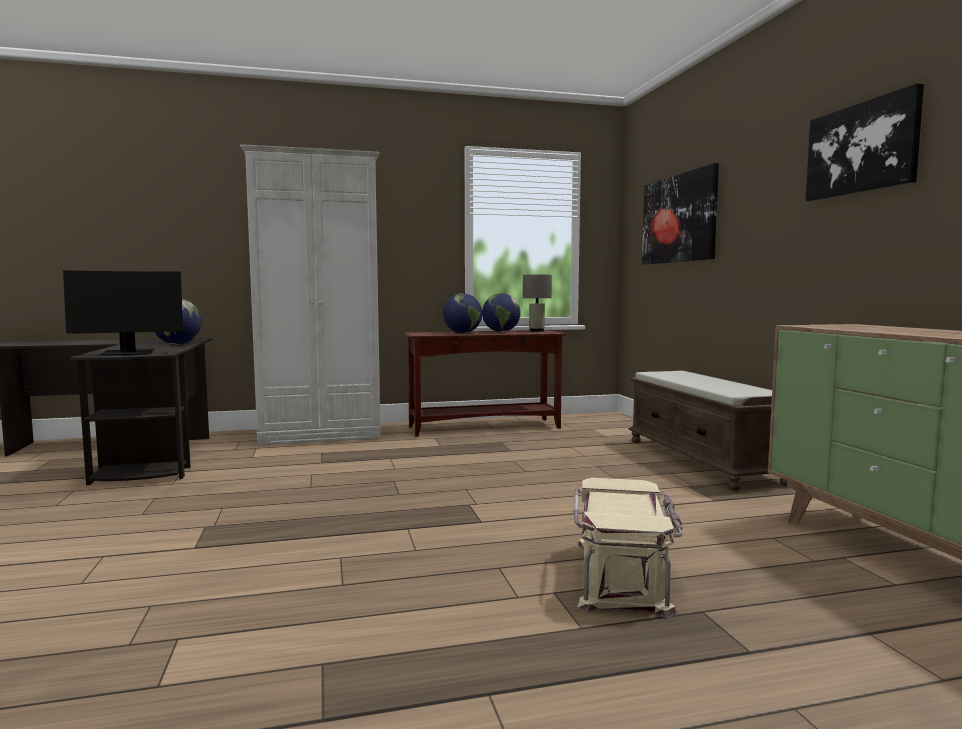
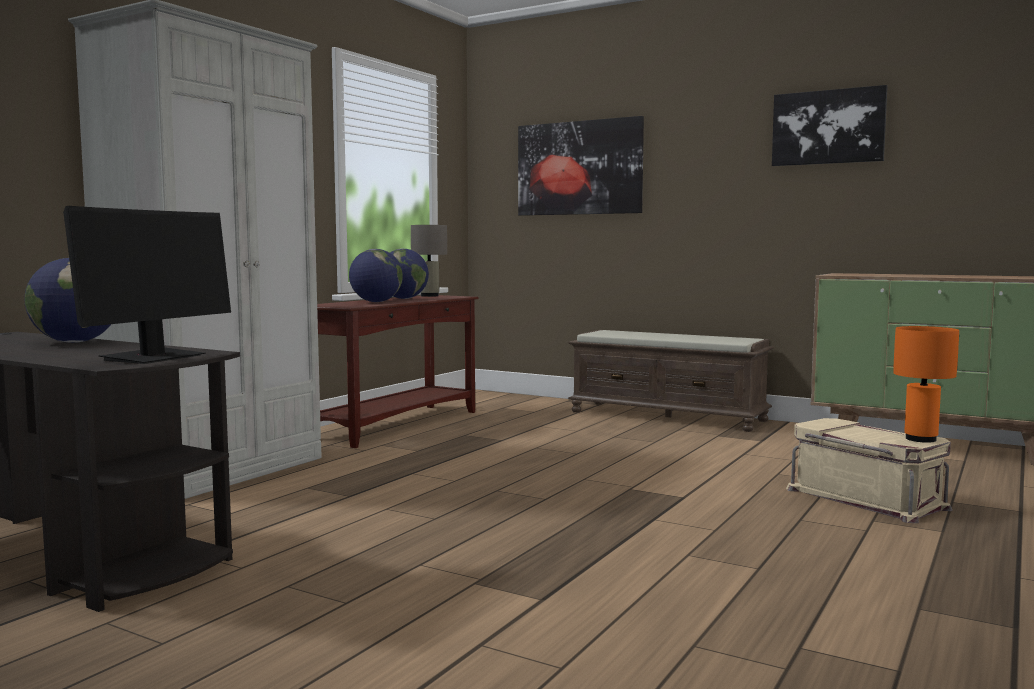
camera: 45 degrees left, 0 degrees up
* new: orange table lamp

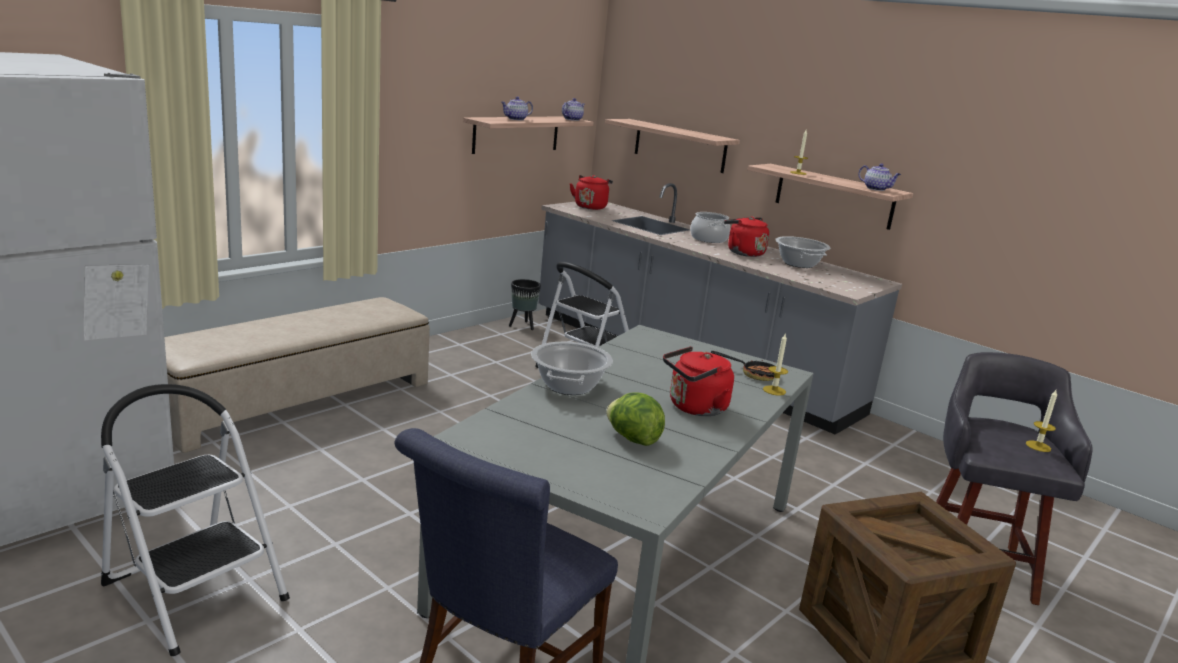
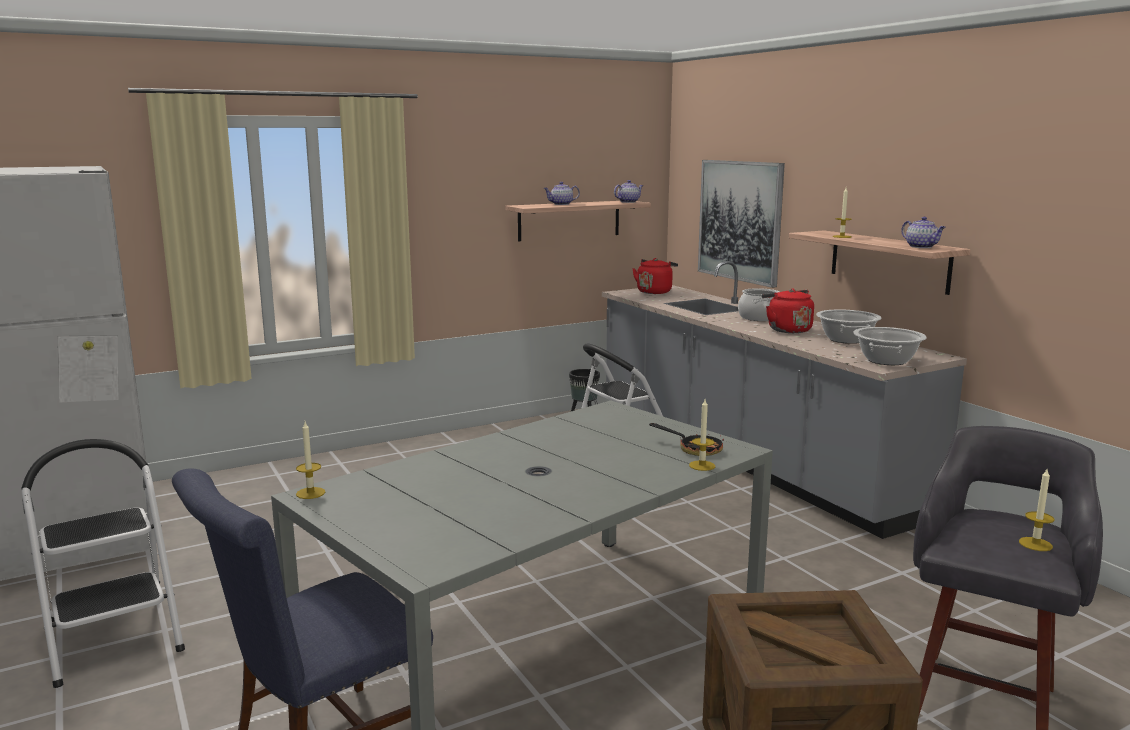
camera: 20 degrees right, 5 degrees down
* gone: beige bench
* gone: lettuce
* gone: red kettle (no. 2 from left)
* new: candle (no. 1 from left)
* shifted: cooking pot (no. 1 from left in the first image) to cooking pot (no. 3 from left)
* swapped: shelf (no. 2 from left) to picture

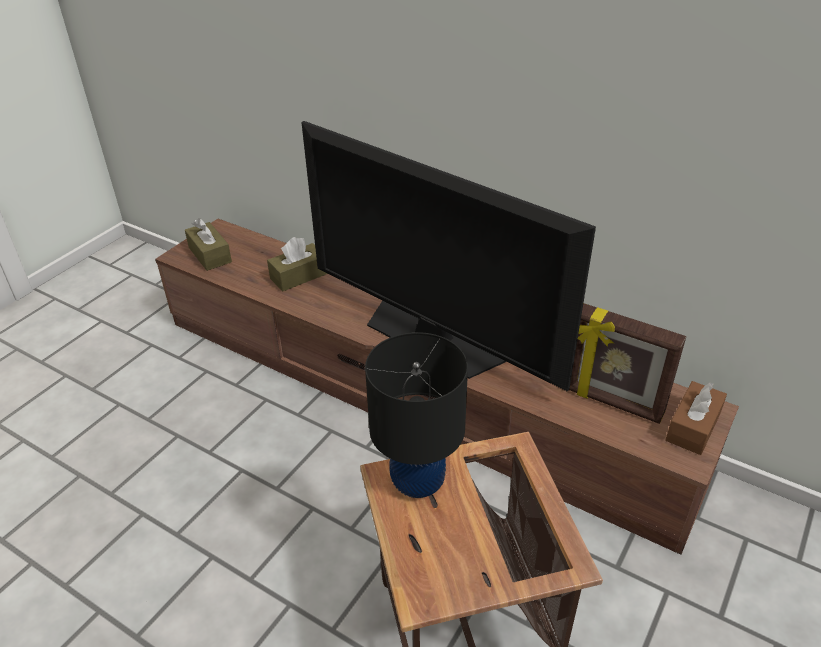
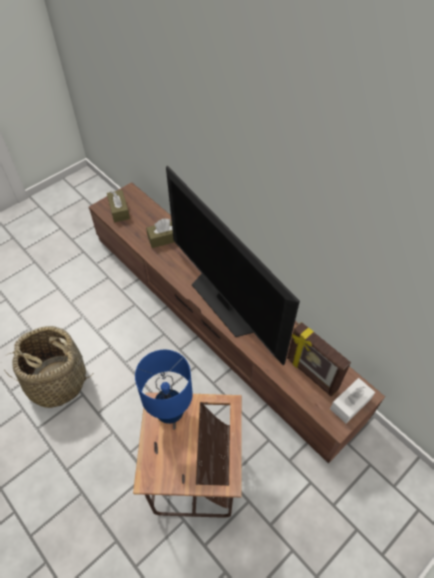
camera: 15 degrees right, 15 degrees up
* new: basket
* repainted: black table lamp to blue table lamp
* repainted: brown tissue box (no. 3 from left) to white tissue box

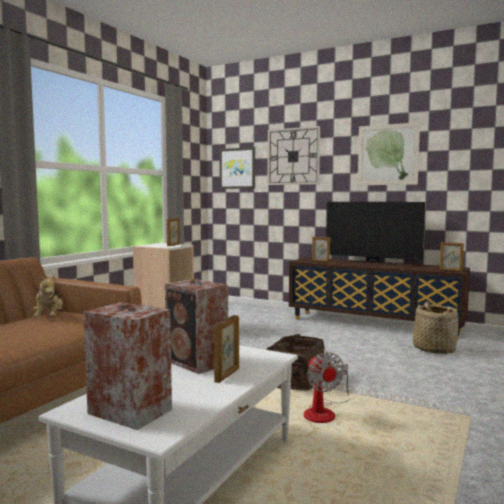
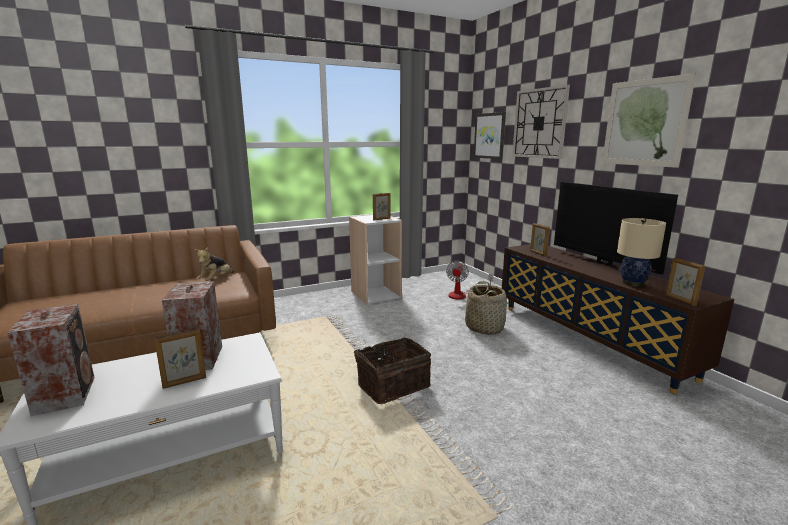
camera: 35 degrees right, 10 degrees up
* new: beige table lamp
* shifted: fan
* shifted: basket (no. 2 from left)

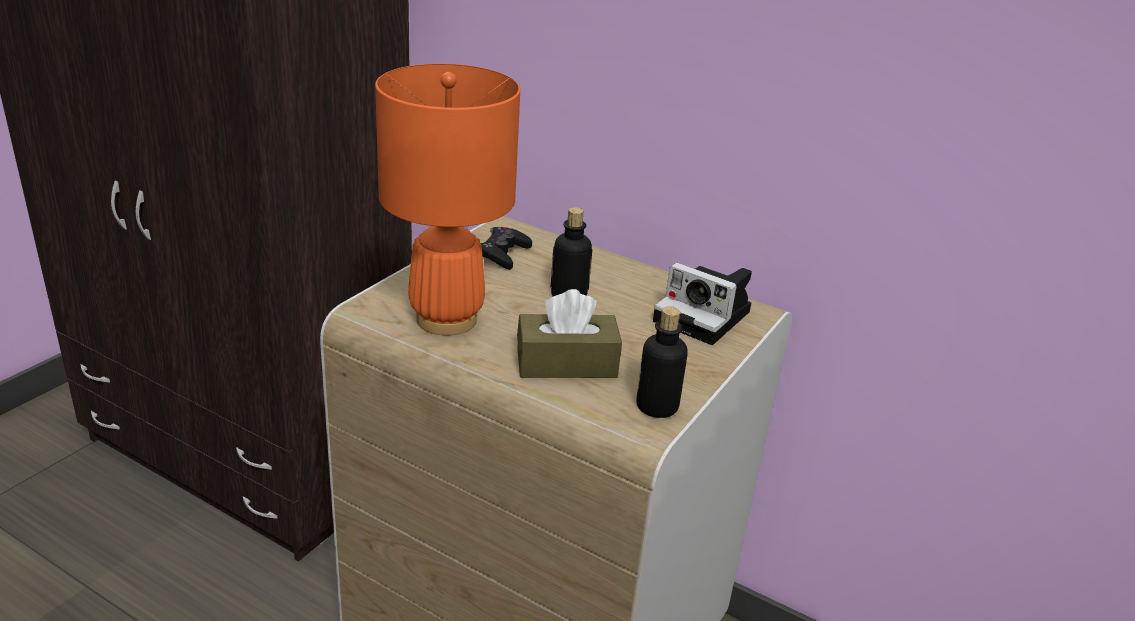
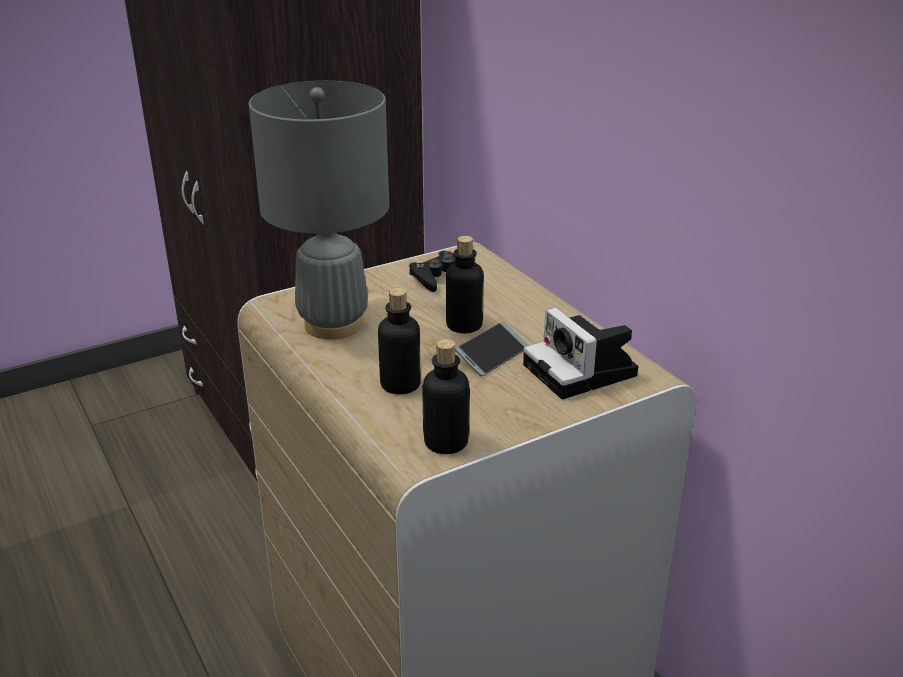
camera: 30 degrees right, 0 degrees up
* new: phone
* swapped: brown tissue box to bottle (no. 1 from left)
* repainted: orange table lamp to grey table lamp

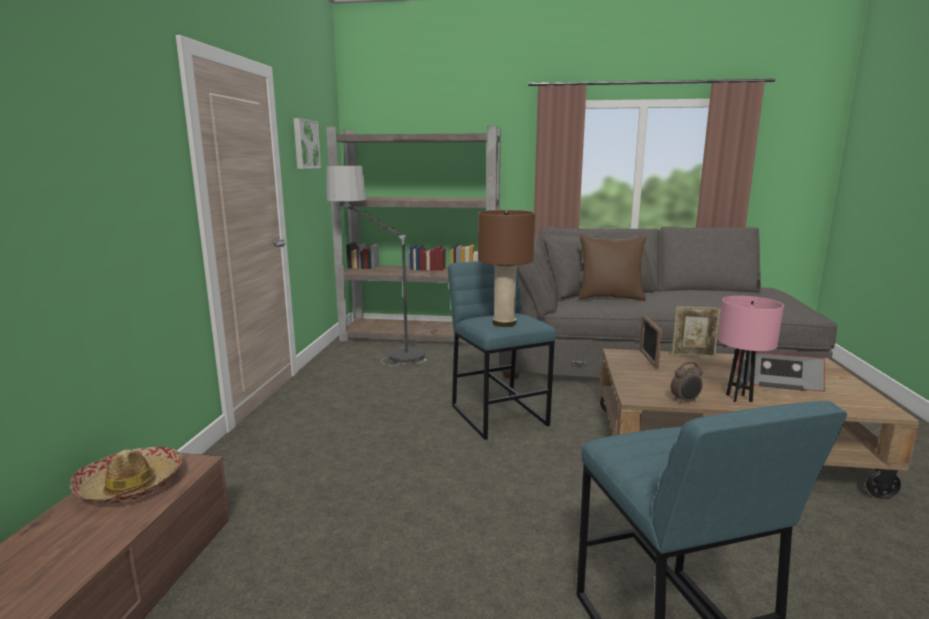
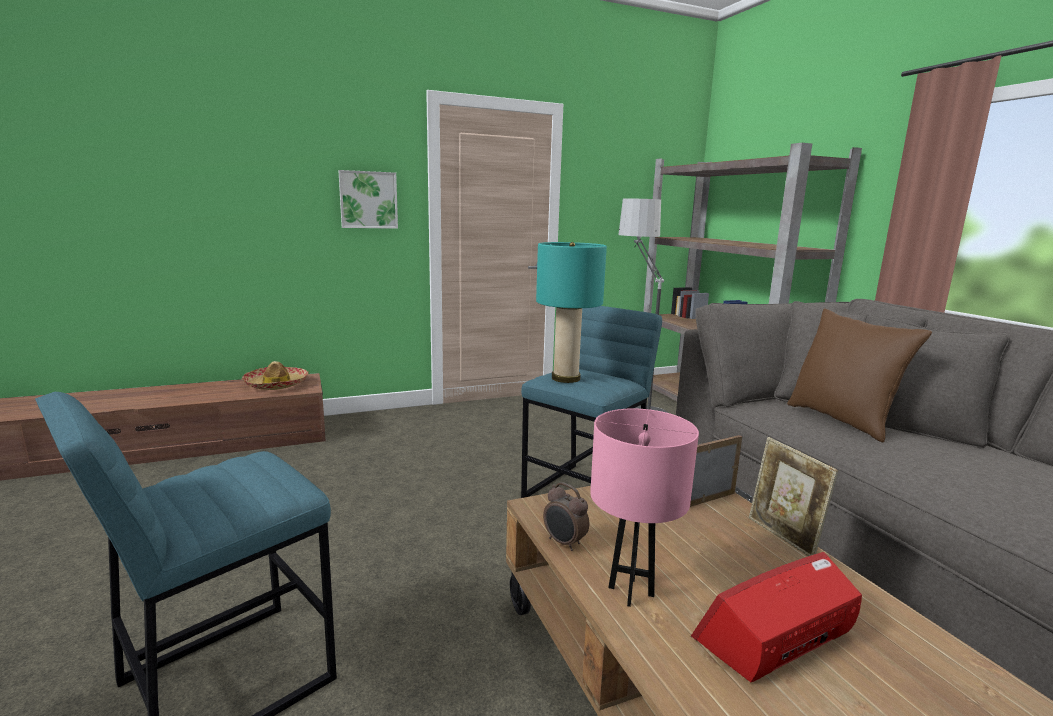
camera: 60 degrees right, 0 degrees up
* shifted: picture
* repainted: brown table lamp to turquoise table lamp
* rotated: radio 75 degrees clockwise

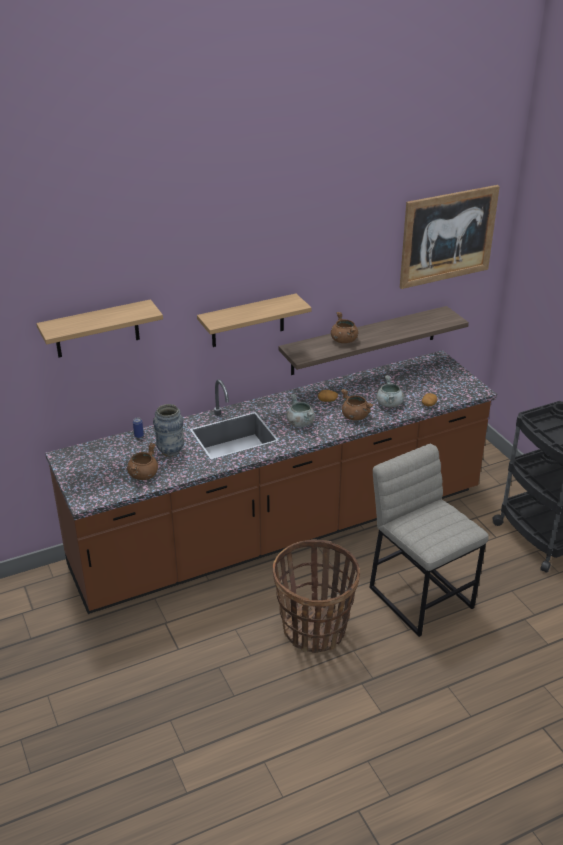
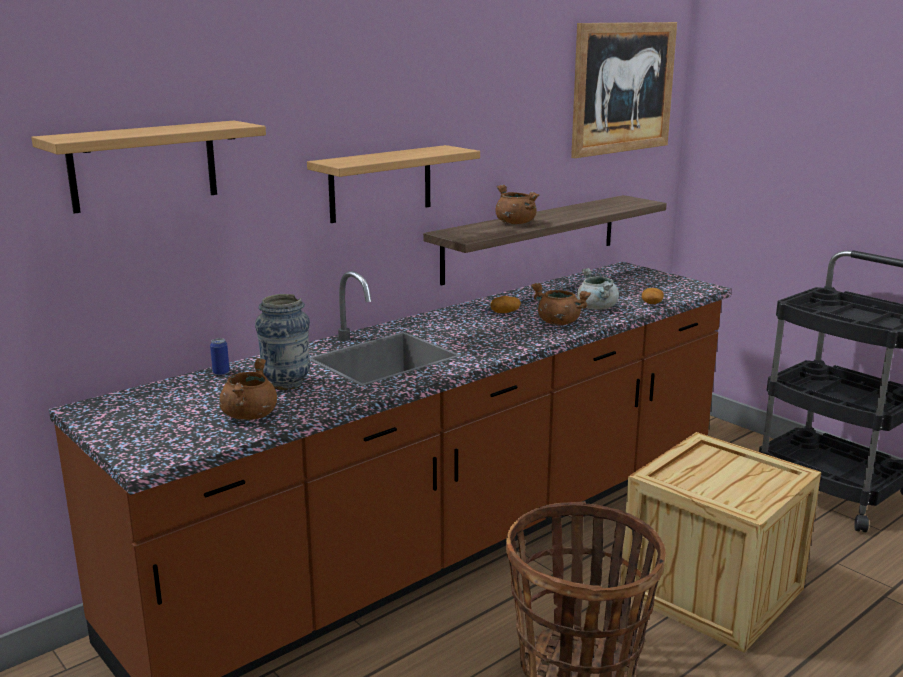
camera: 15 degrees left, 15 degrees down
* gone: grey cooking pot (no. 1 from left)
* swapped: grey chair to crate

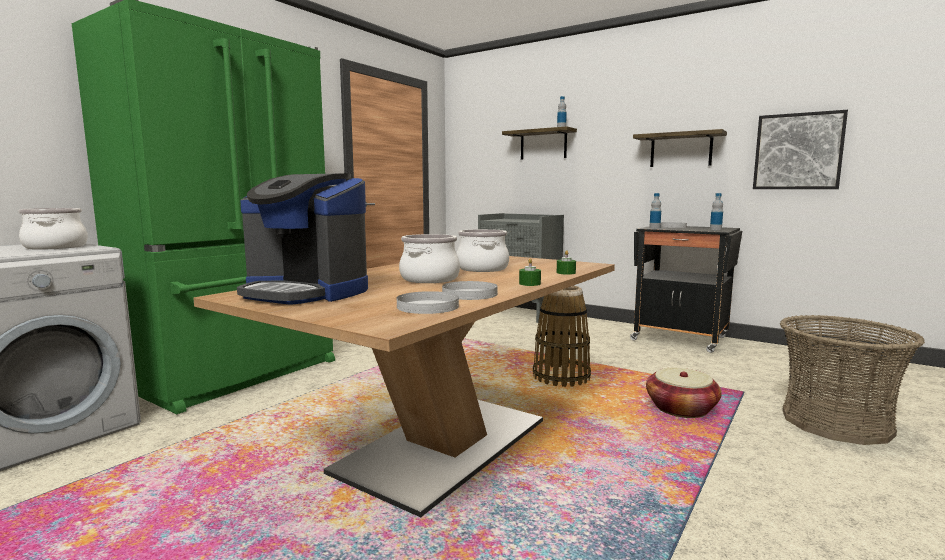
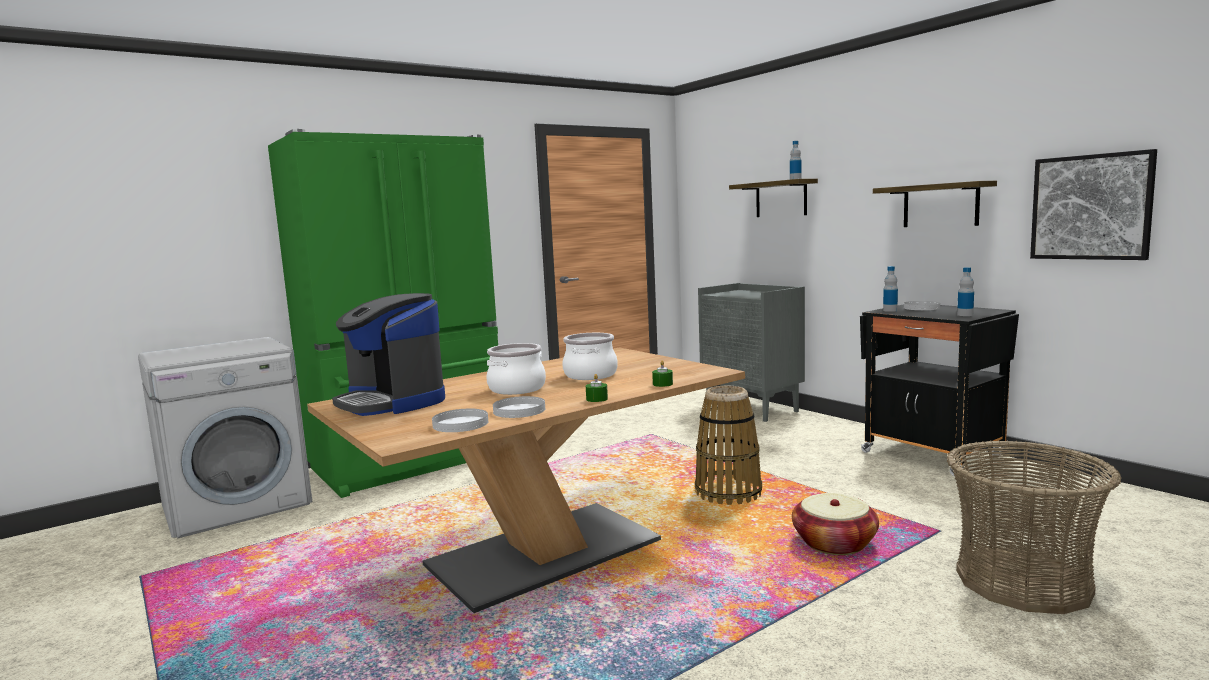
camera: 20 degrees right, 0 degrees up
* gone: cooking pot (no. 1 from left)

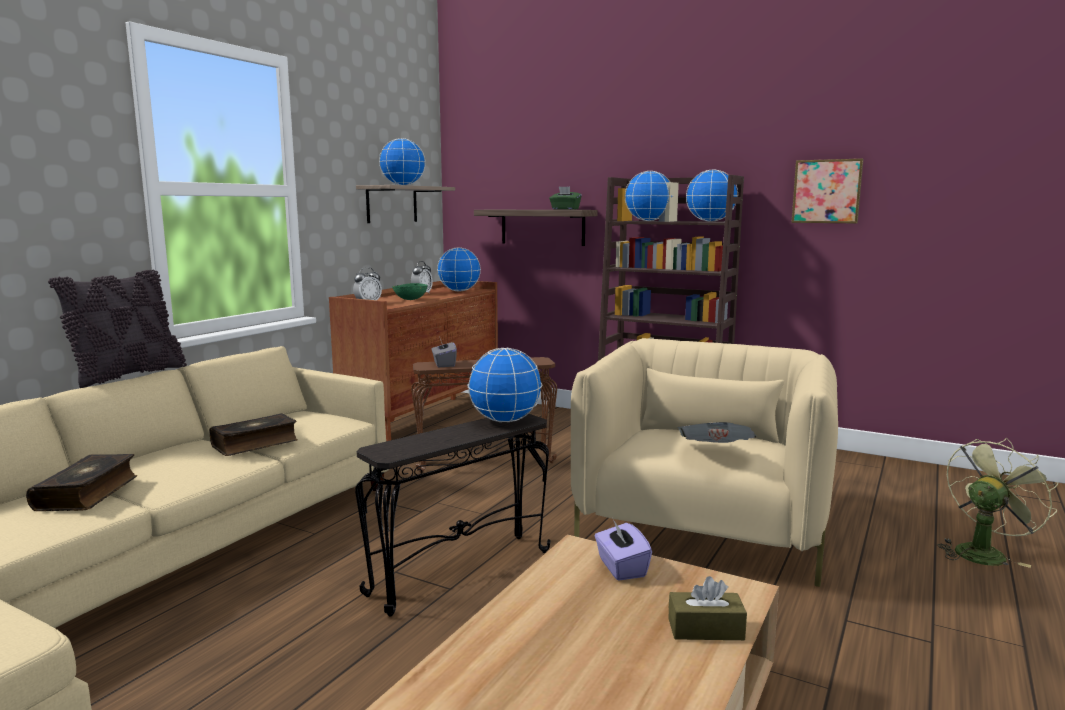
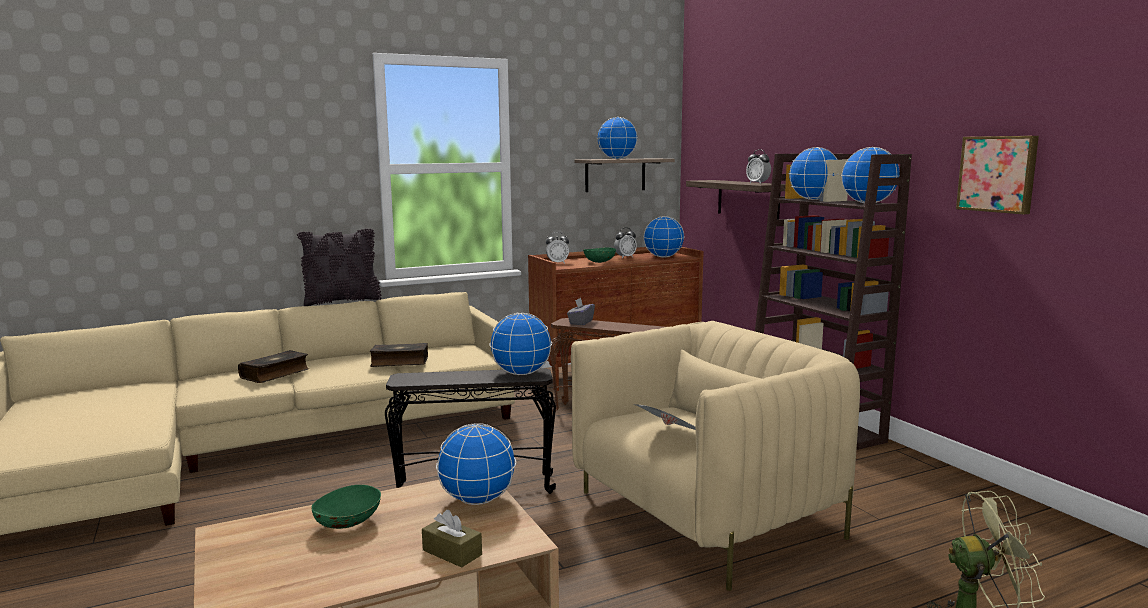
camera: 35 degrees right, 0 degrees up
* new: green bowl (no. 1 from left)
* swapped: green tissue box to alarm clock (no. 3 from left)
* swapped: purple tissue box to globe (no. 1 from left)

